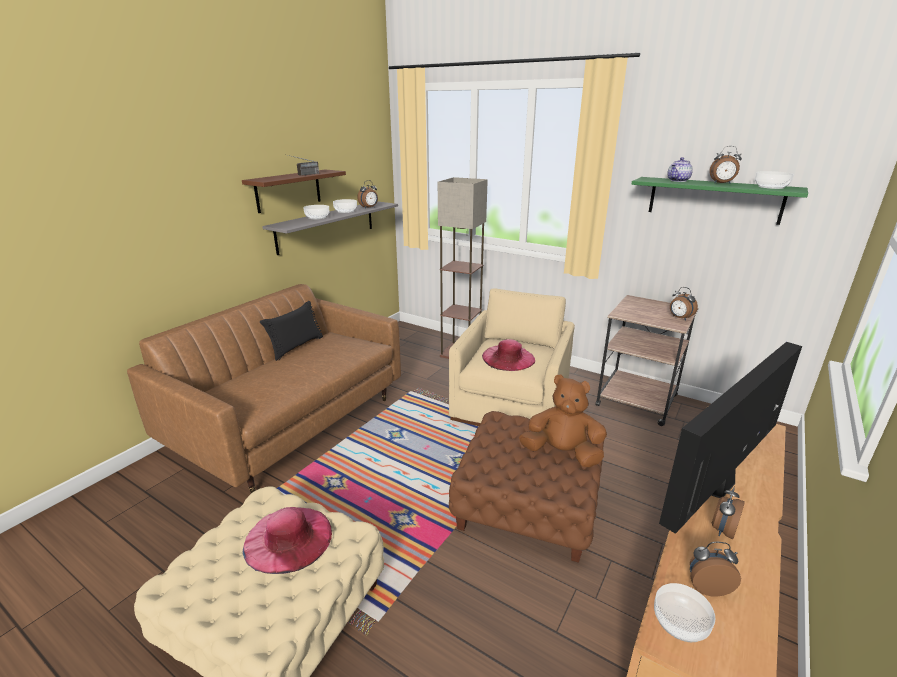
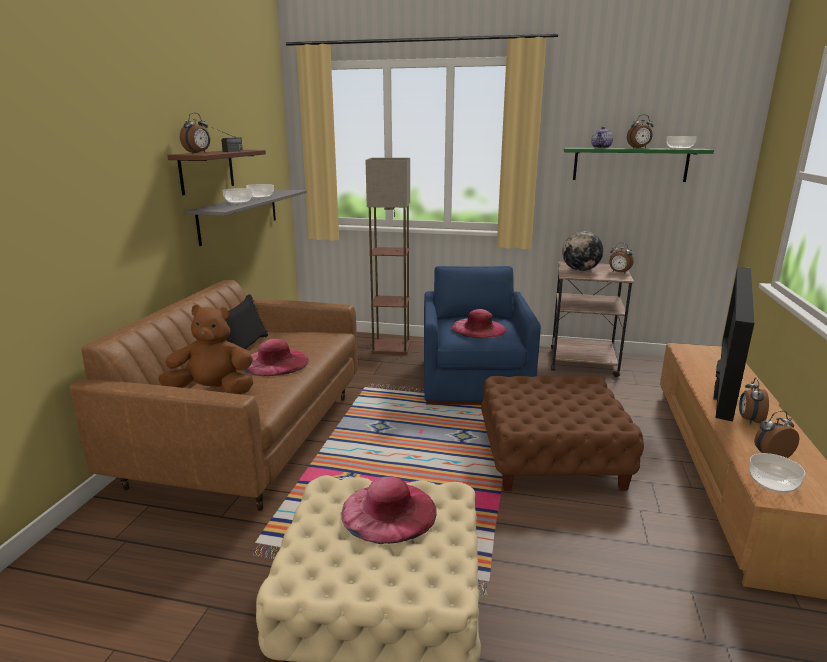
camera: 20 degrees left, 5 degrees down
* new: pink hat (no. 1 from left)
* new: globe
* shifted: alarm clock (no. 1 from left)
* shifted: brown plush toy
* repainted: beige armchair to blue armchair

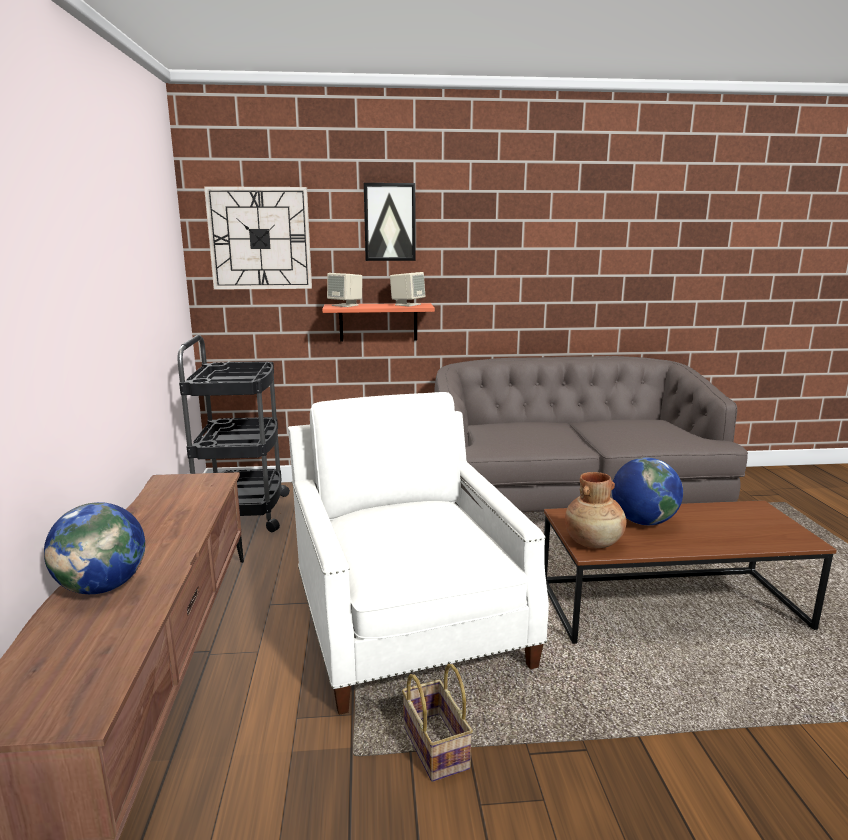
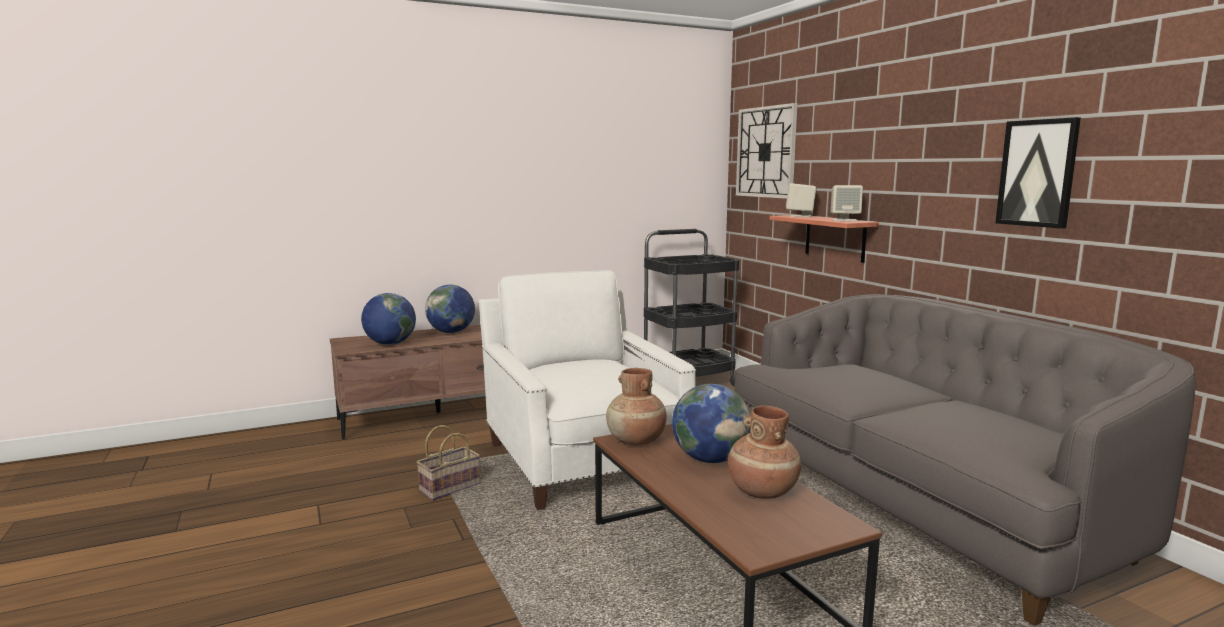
camera: 70 degrees right, 5 degrees down
* new: globe (no. 1 from left)
* new: brown vase (no. 2 from left)
* shifted: picture
* rotated: white armchair 75 degrees counterclockwise

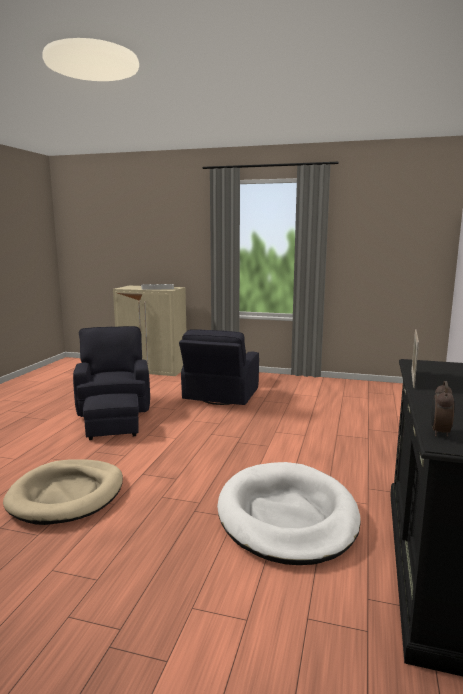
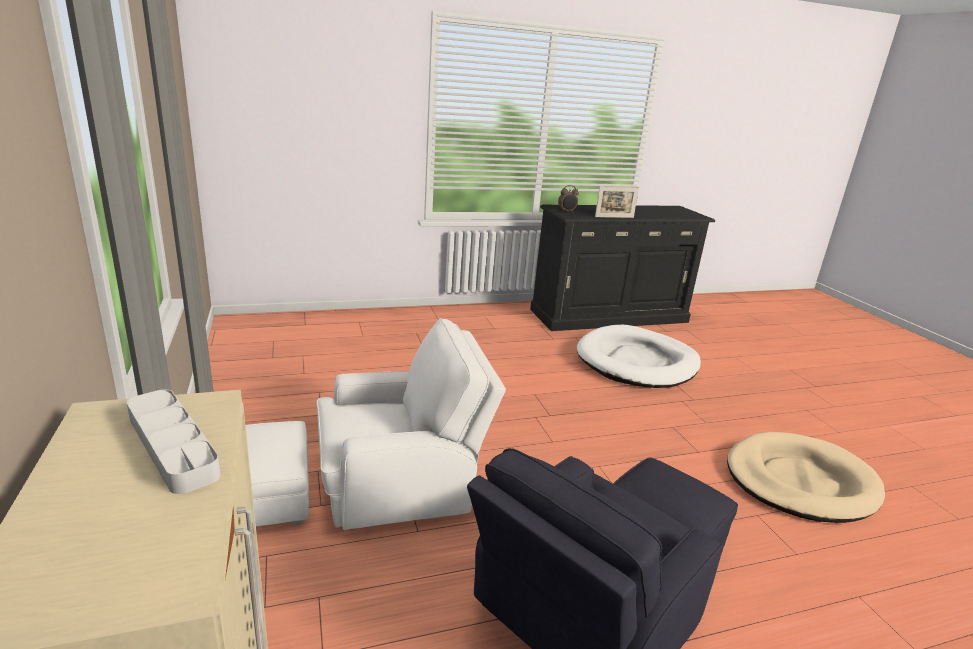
camera: 125 degrees left, 10 degrees up
* shifted: alarm clock
* repainted: black armchair (no. 2 from left) to white armchair

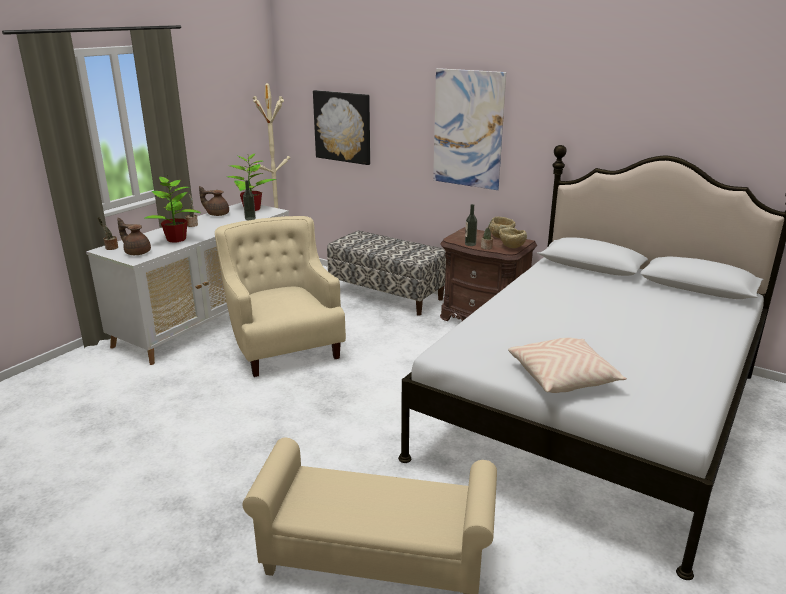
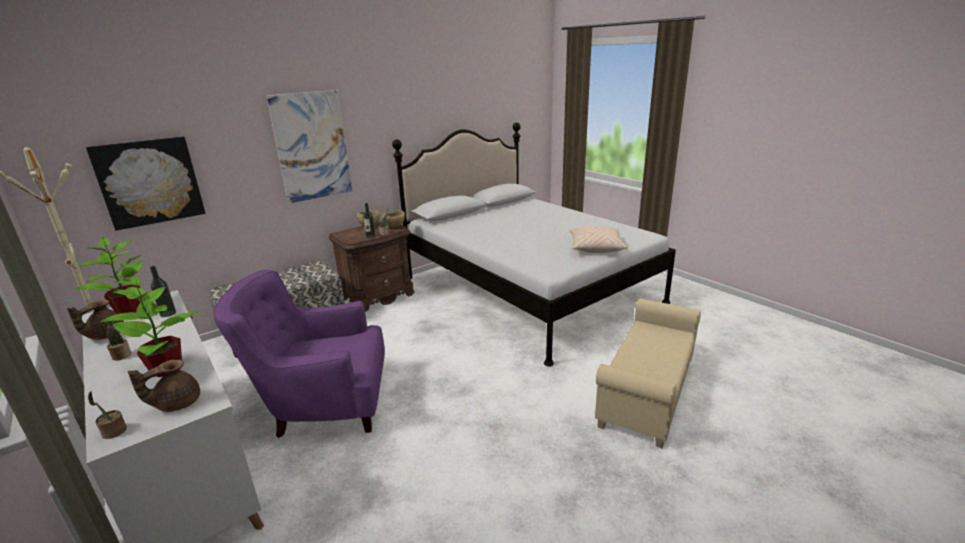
camera: 70 degrees left, 0 degrees up
* repainted: beige armchair to purple armchair

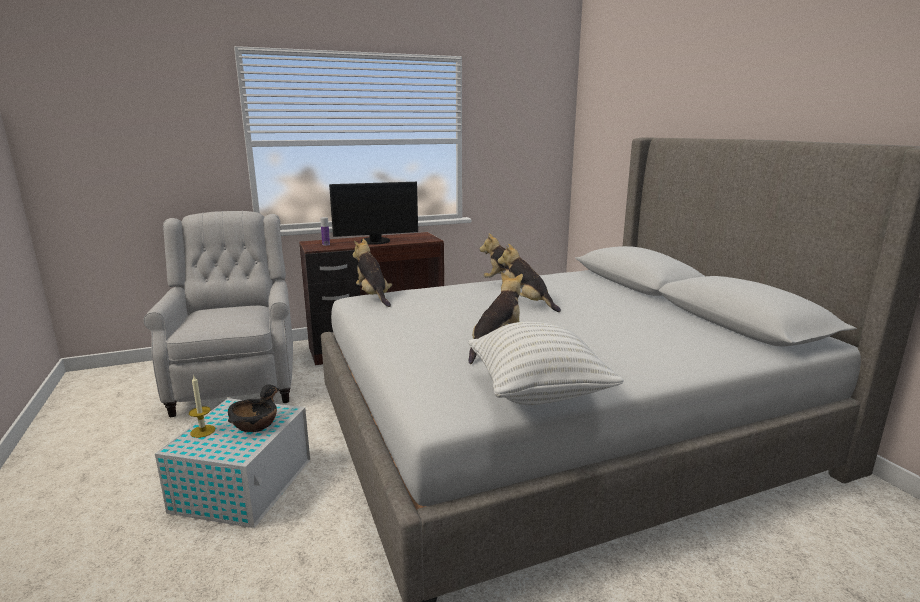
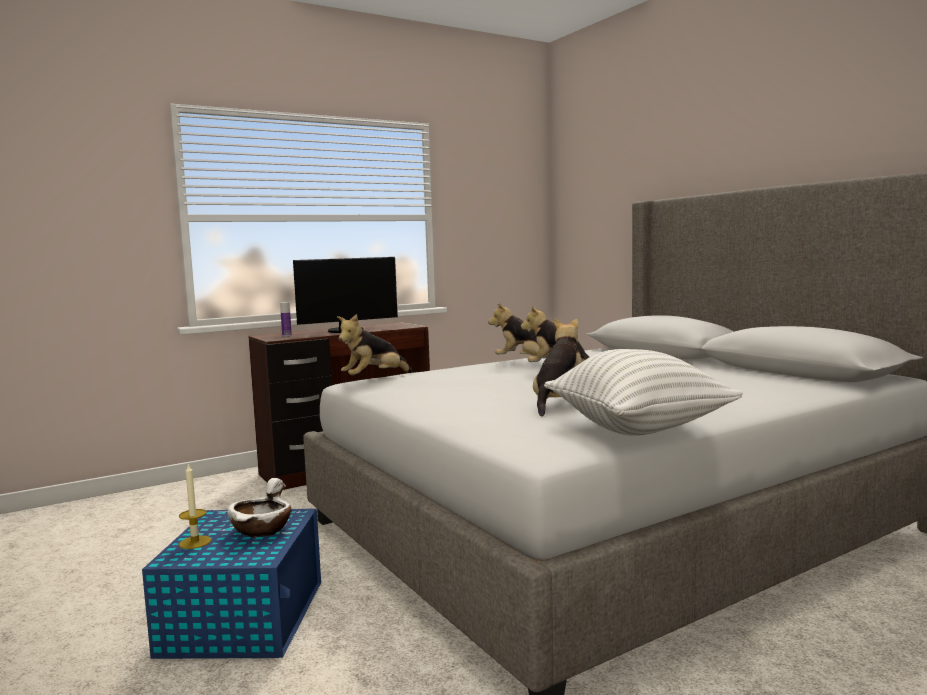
camera: 10 degrees left, 10 degrees down
* gone: white armchair
* repainted: white storage box to blue storage box
* repainted: black bowl to white bowl
* rotated: plush toy (no. 1 from left) 90 degrees counterclockwise

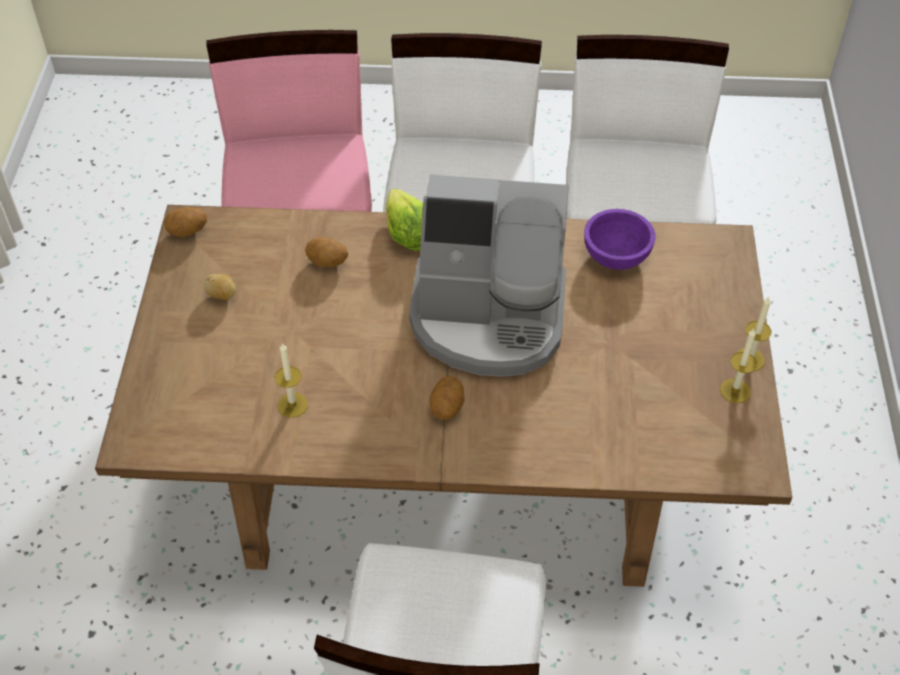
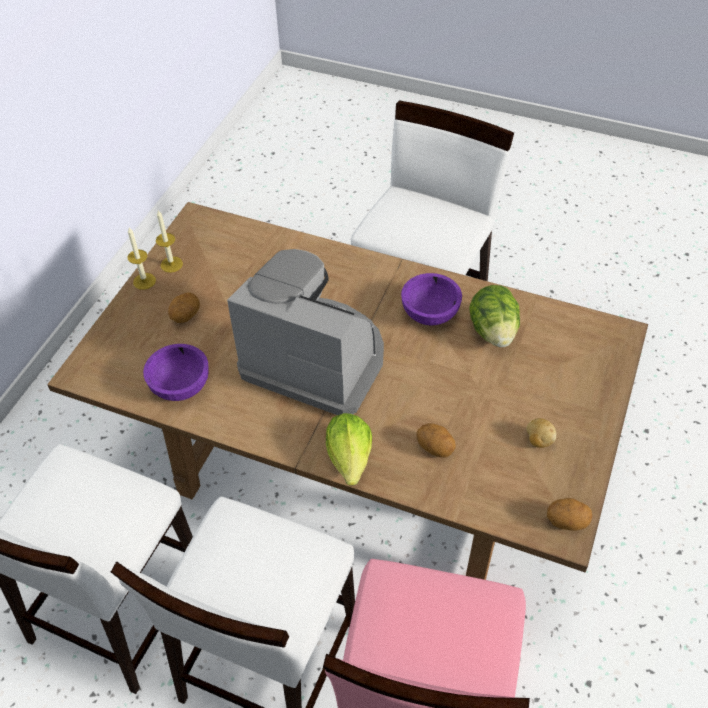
camera: 160 degrees left, 0 degrees up
* new: purple bowl (no. 2 from left)
* shifted: potato (no. 4 from left in the first image) to potato (no. 1 from left)
* swapped: candle (no. 1 from left) to lettuce (no. 2 from left)

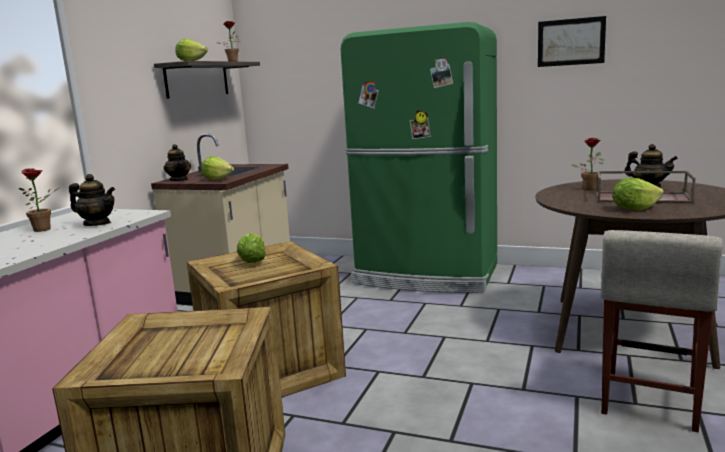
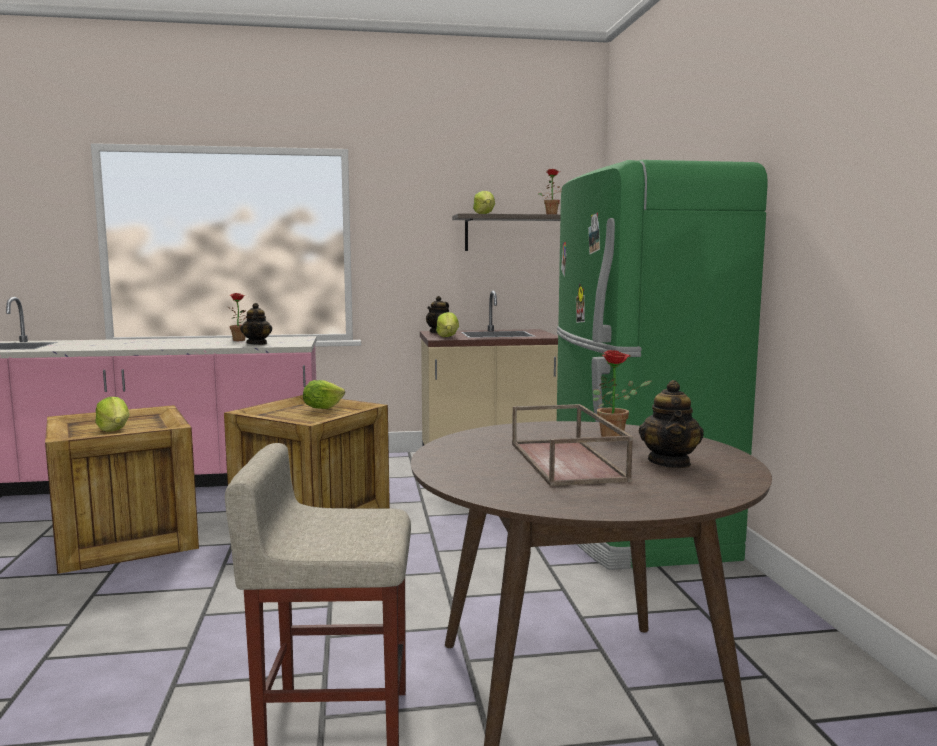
camera: 60 degrees right, 5 degrees down
* gone: picture
* shifted: lettuce (no. 4 from left in the first image) to lettuce (no. 1 from left)

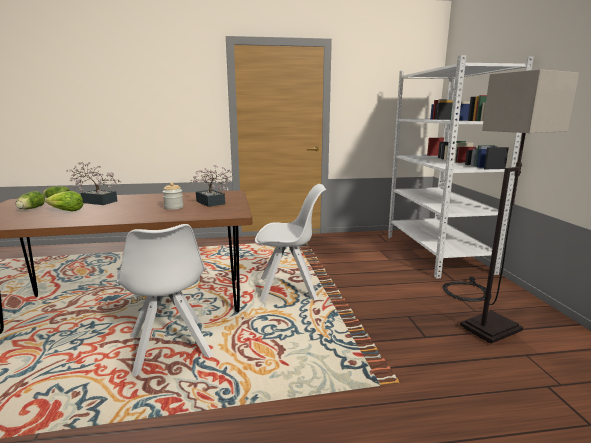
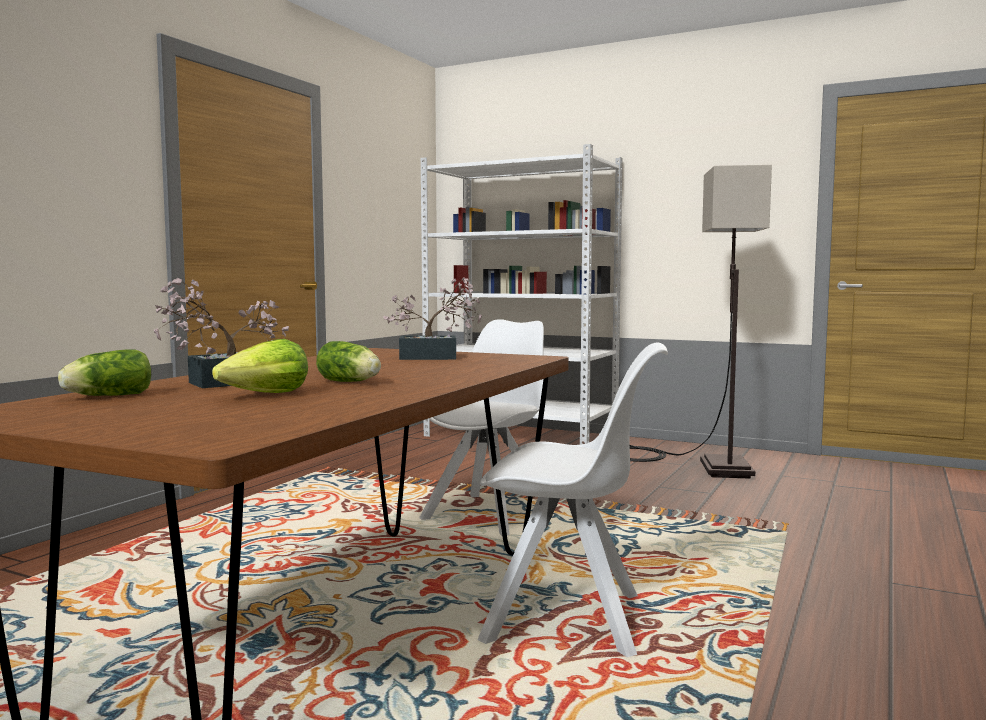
camera: 55 degrees left, 10 degrees down
* gone: jar
* shifted: lettuce (no. 1 from left in the first image) to lettuce (no. 3 from left)

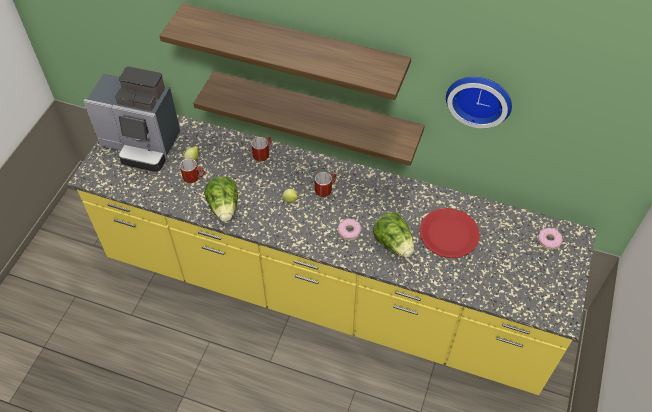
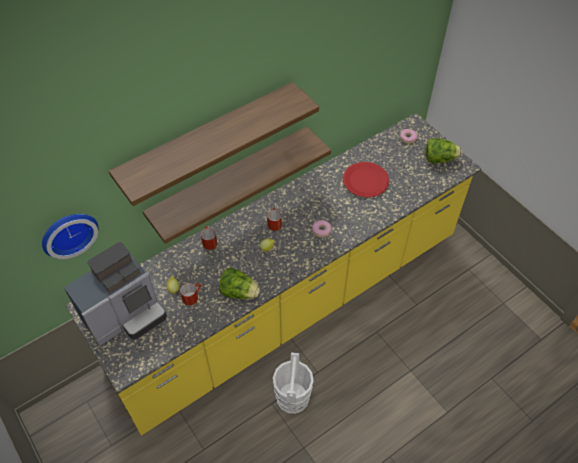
camera: 55 degrees left, 0 degrees up
* new: white bucket
* shifted: lettuce (no. 2 from left)
* shifted: wall clock

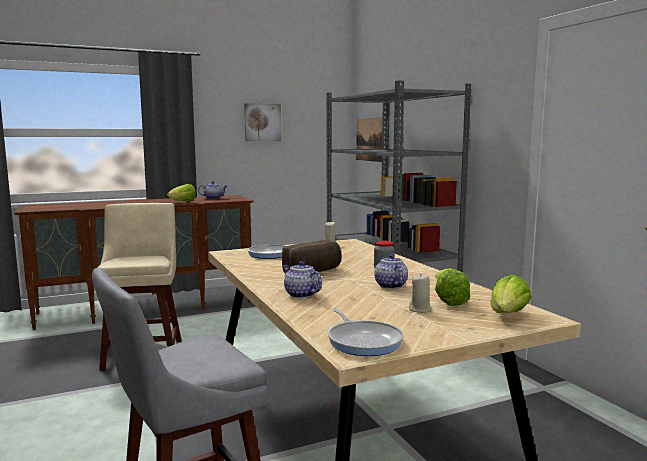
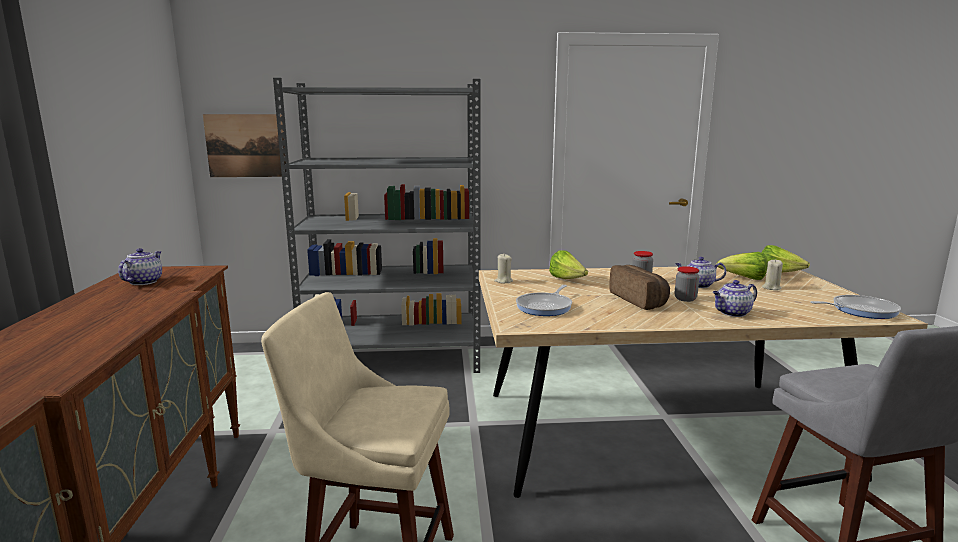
camera: 70 degrees left, 5 degrees up
* gone: picture (no. 1 from left)
* new: jar (no. 2 from left)
* shifted: lettuce (no. 1 from left)

